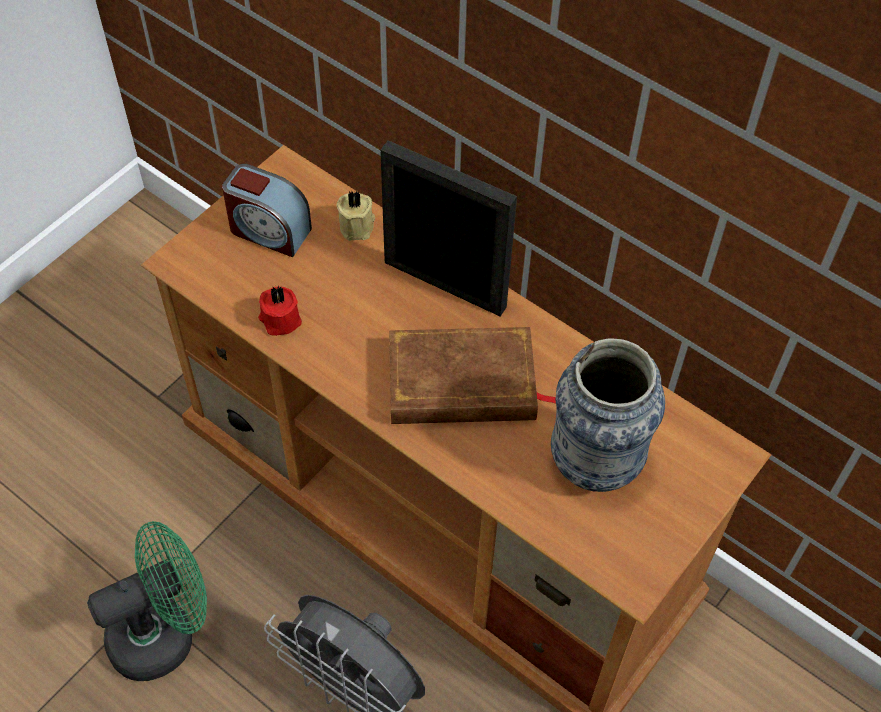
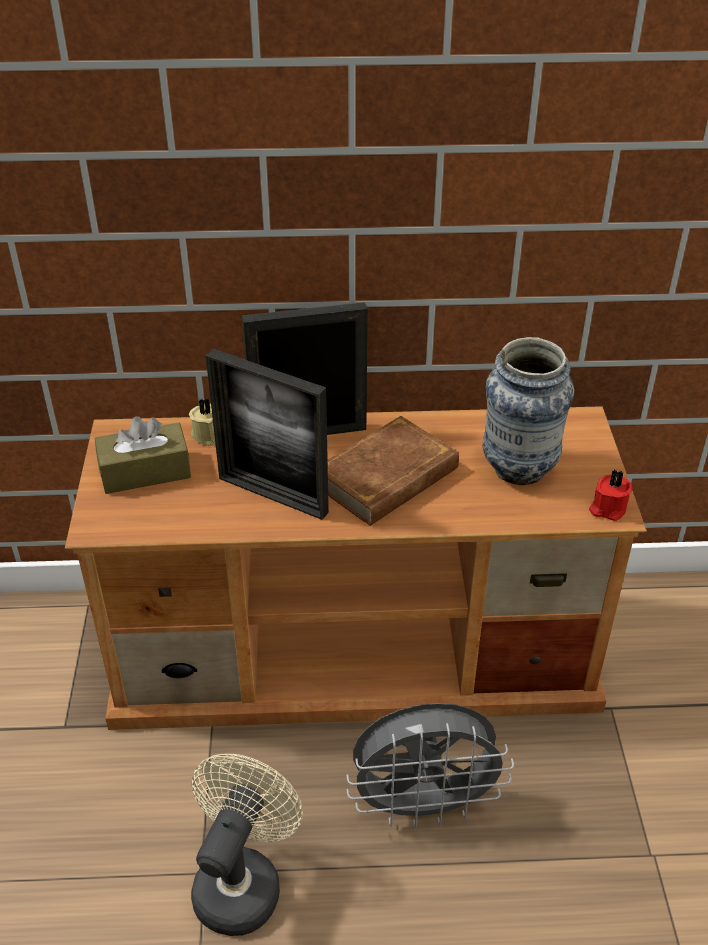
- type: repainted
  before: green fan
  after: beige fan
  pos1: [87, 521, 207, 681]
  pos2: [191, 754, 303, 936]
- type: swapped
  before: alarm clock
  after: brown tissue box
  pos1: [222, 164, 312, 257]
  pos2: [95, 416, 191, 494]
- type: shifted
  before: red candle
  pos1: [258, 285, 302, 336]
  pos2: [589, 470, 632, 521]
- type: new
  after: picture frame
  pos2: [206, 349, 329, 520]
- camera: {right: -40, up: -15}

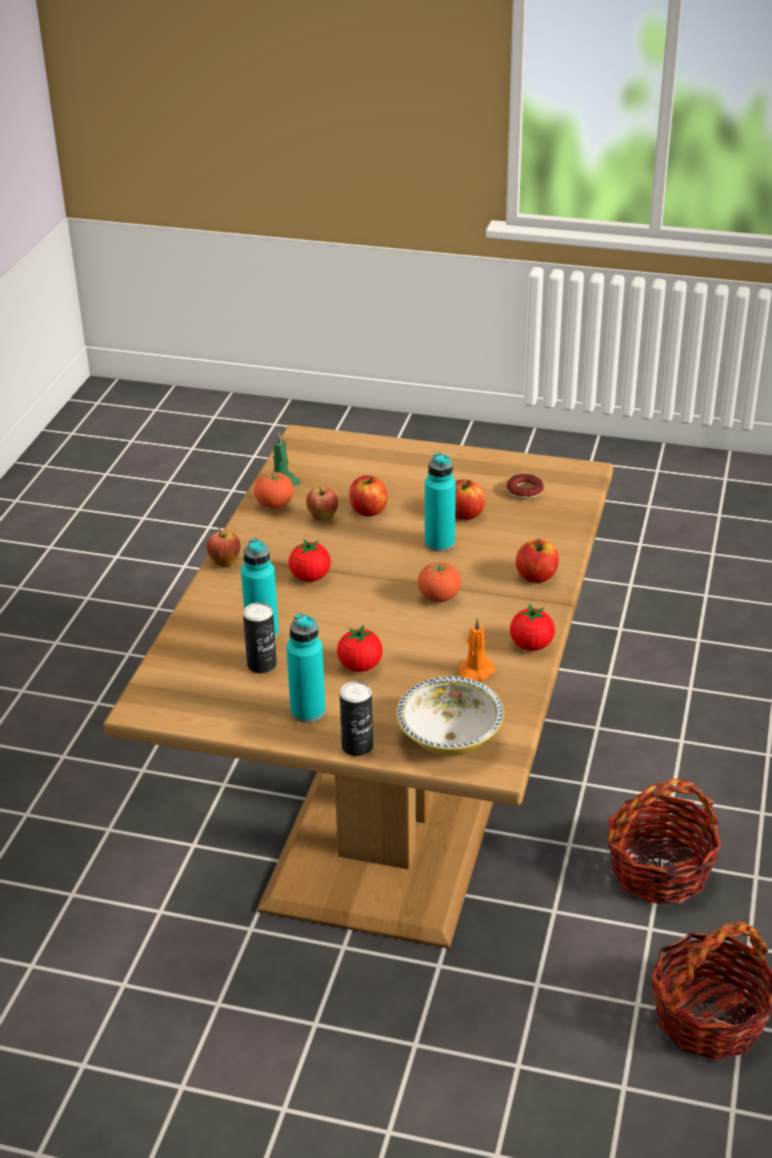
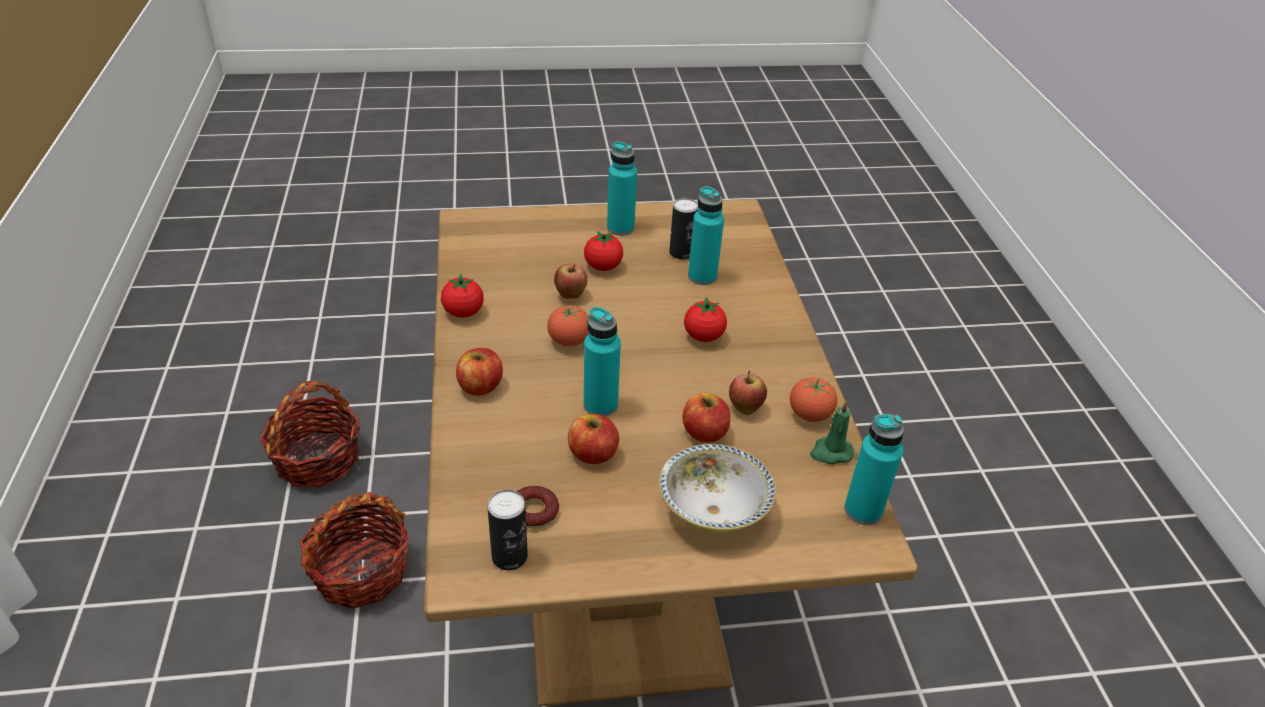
- type: shifted
  before: apple
  pos1: [207, 527, 240, 567]
  pos2: [554, 263, 587, 299]
- type: shifted
  before: can
  pos1: [340, 681, 373, 756]
  pos2: [487, 489, 528, 570]
- type: shifted
  before: bowl
  pos1: [396, 676, 504, 756]
  pos2: [659, 444, 776, 534]
- type: gone
  before: orange candle
  pos1: [458, 617, 496, 682]
- type: new
  after: turquoise bottle
  pos2: [844, 414, 904, 525]
- camera: {right: 155, up: 5}

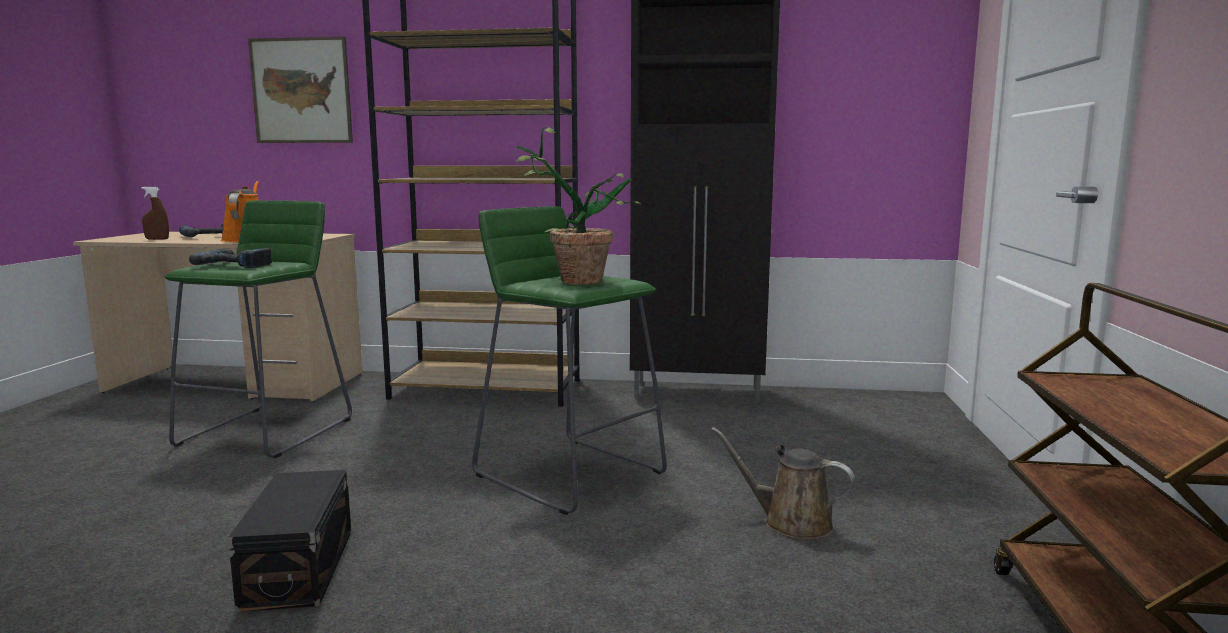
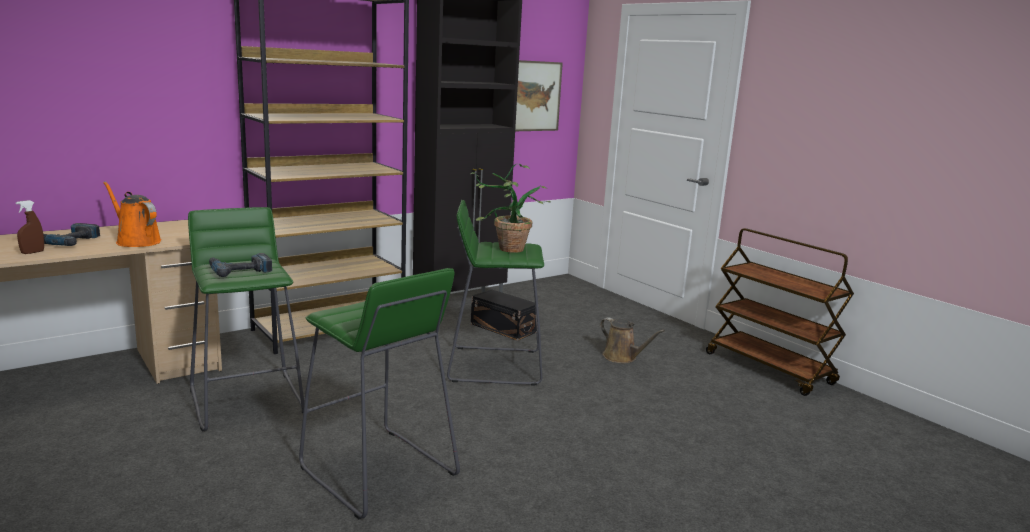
- type: shifted
  before: black storage box
  pos1: [228, 470, 351, 612]
  pos2: [471, 289, 539, 341]
- type: shifted
  before: picture
  pos1: [248, 37, 353, 143]
  pos2: [515, 60, 563, 131]
- type: rotated
  before: brown watering can
  pos1: [711, 427, 855, 540]
  pos2: [600, 317, 665, 363]
  turn: -120
- type: new
  after: green stool
  pos2: [299, 268, 460, 519]
- camera: {right: -45, up: 5}

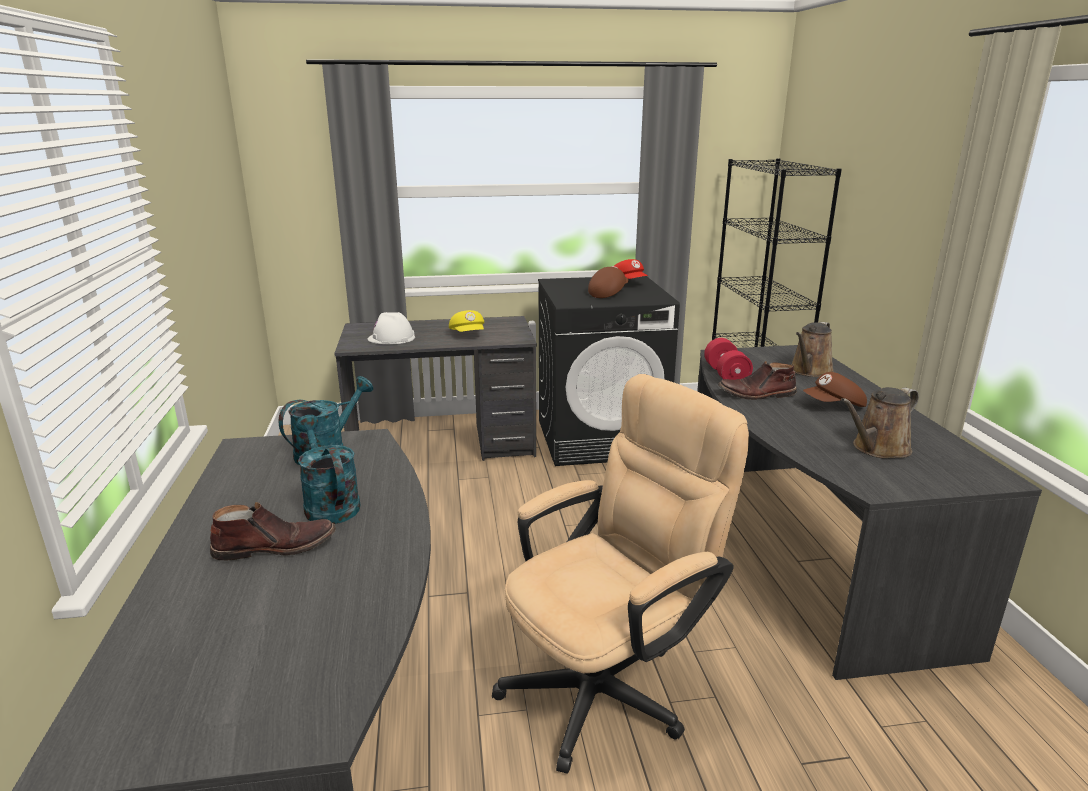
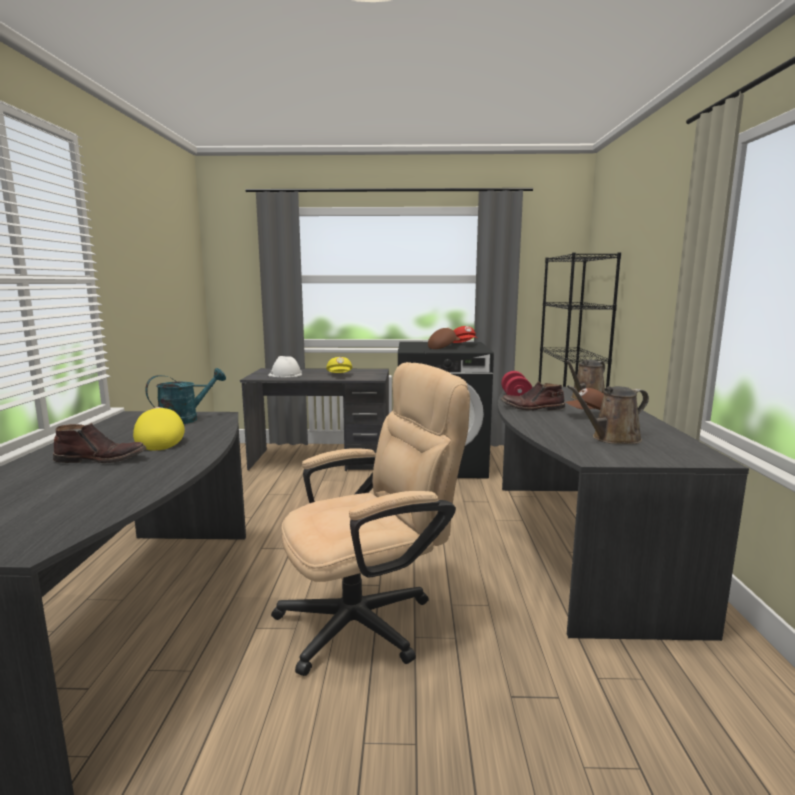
- type: swapped
  before: turquoise watering can
  after: yellow cap
  pos1: [295, 415, 360, 524]
  pos2: [133, 407, 185, 451]
- camera: {right: 10, up: -10}

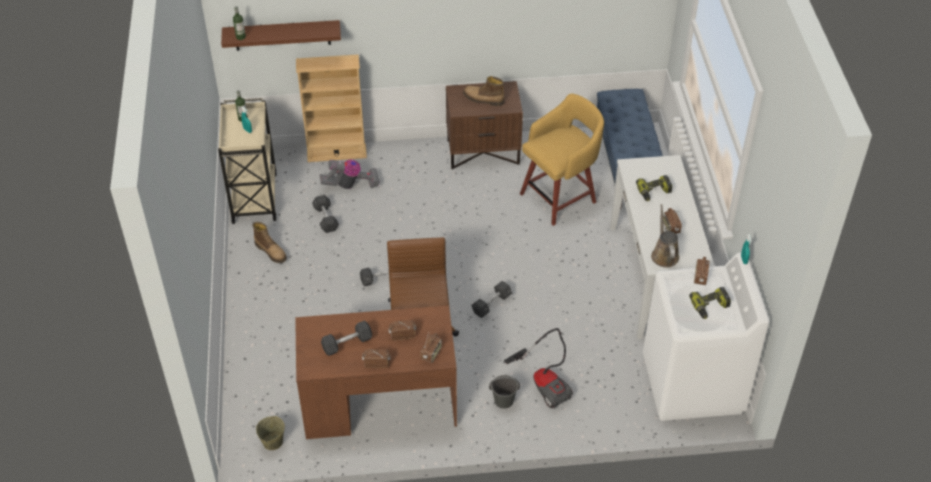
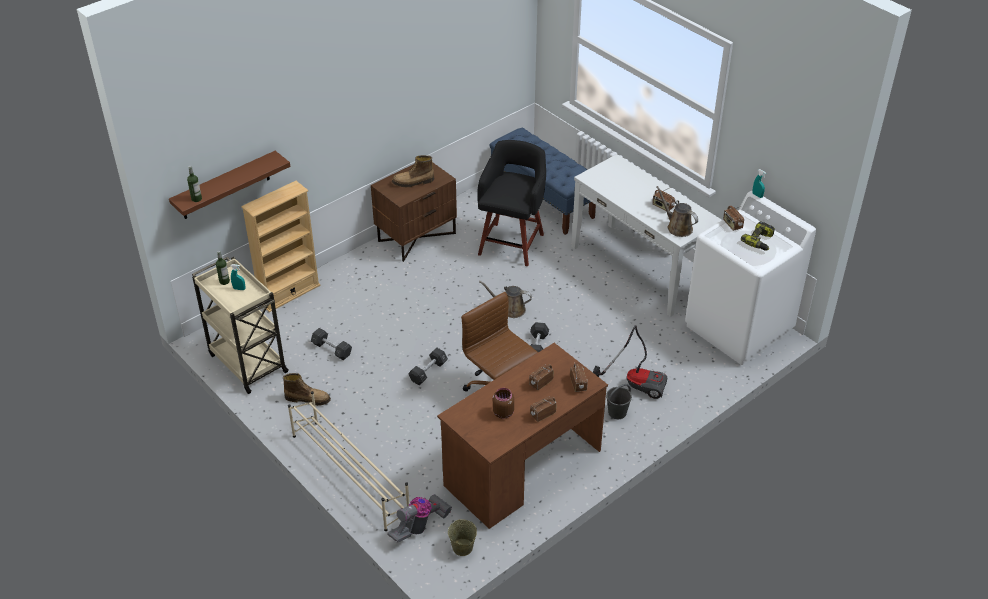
- type: shifted
  before: vacuum cleaner
  pos1: [319, 159, 380, 189]
  pos2: [387, 495, 452, 543]
- type: swapped
  before: grey dumbbell
  after: brown jar
  pos1: [321, 320, 372, 356]
  pos2: [493, 388, 514, 419]
- type: repainted
  before: yellow stool
  after: black stool
  pos1: [520, 94, 604, 226]
  pos2: [478, 140, 546, 266]
- type: gone
  before: power drill
  pos1: [636, 175, 672, 201]
- type: new
  after: beige shoe rack
  pos2: [288, 391, 409, 531]
- type: new
  after: brown watering can
  pos2: [479, 281, 532, 318]
- camera: {right: -35, up: -5}

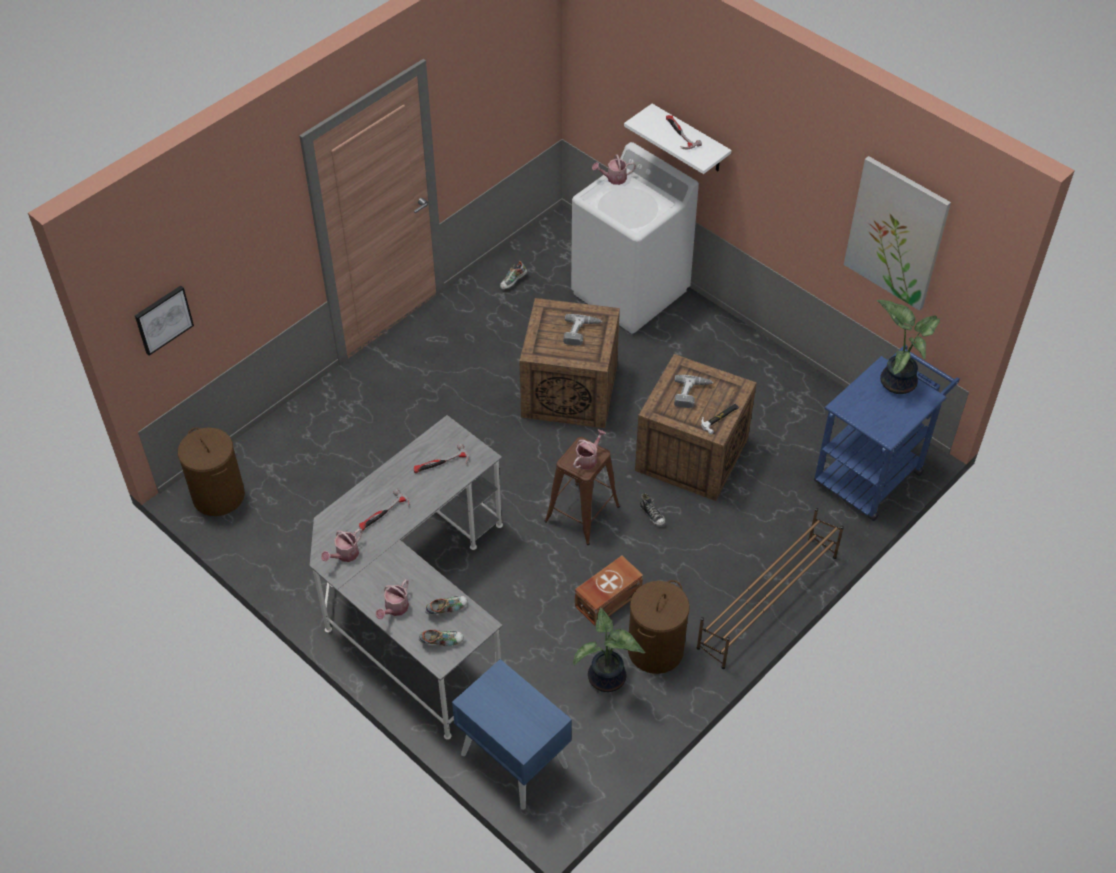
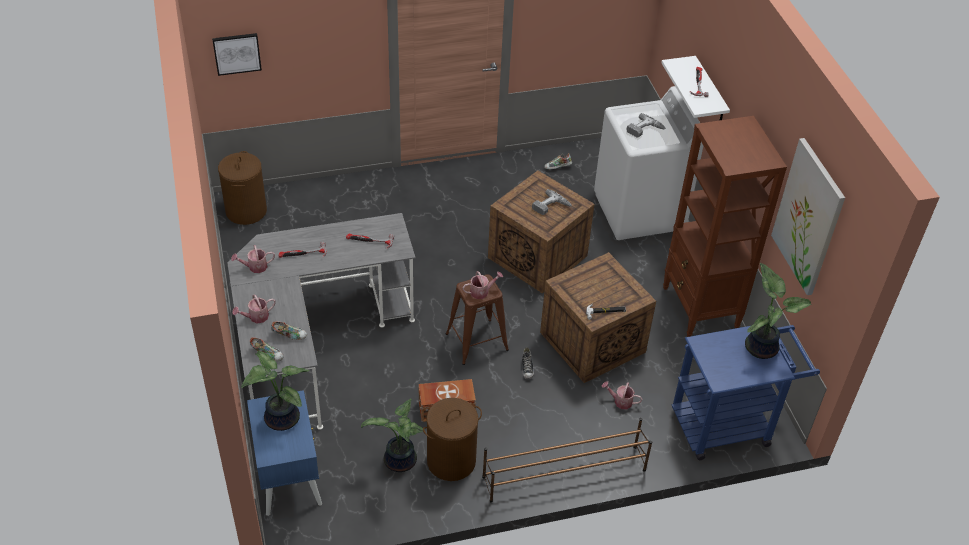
- type: shifted
  before: watering can
  pos1: [592, 154, 636, 185]
  pos2: [602, 381, 642, 409]
- type: shifted
  before: power drill
  pos1: [674, 375, 713, 408]
  pos2: [626, 113, 666, 138]
- type: new
  after: potted plant
  pos2: [241, 351, 310, 431]
- type: new
  after: brown bookcase
  pos2: [663, 116, 787, 337]
- camera: {right: 30, up: -5}

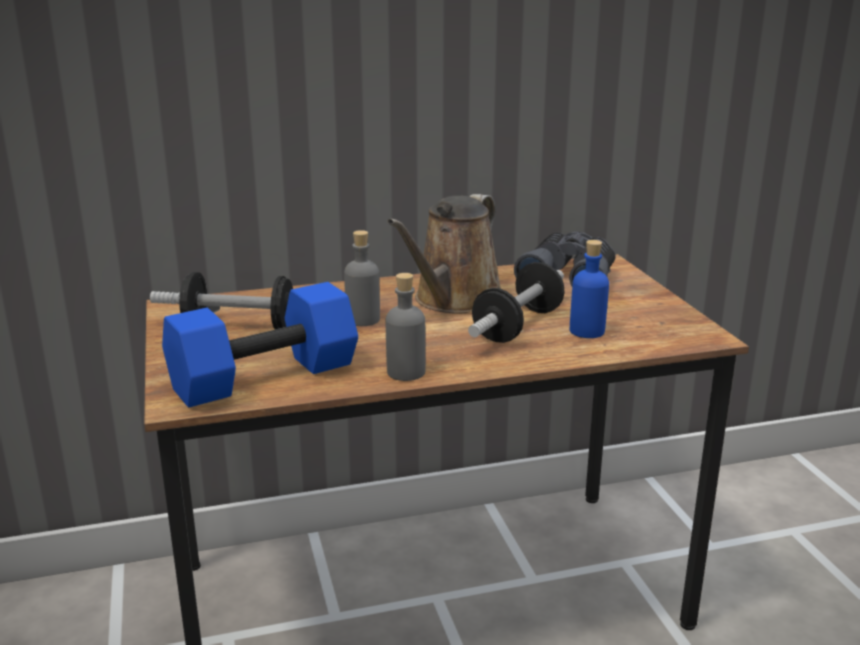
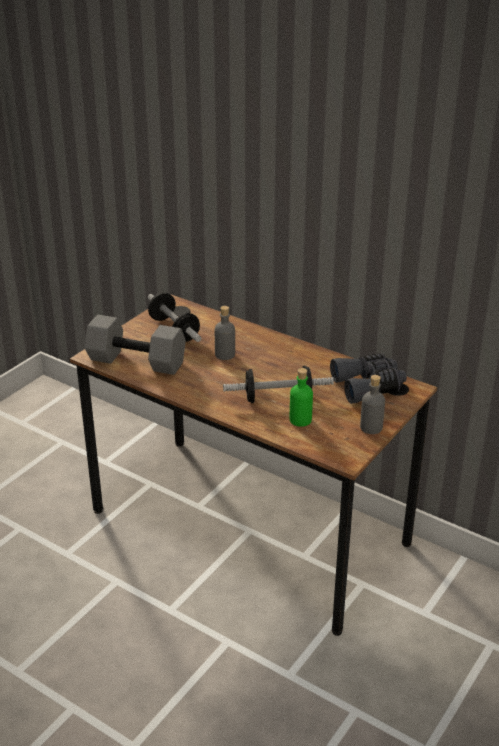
- type: repainted
  before: blue dumbbell
  after: grey dumbbell
  pos1: [162, 282, 358, 407]
  pos2: [85, 314, 186, 375]
- type: shifted
  before: grey bottle
  pos1: [386, 273, 426, 381]
  pos2: [360, 375, 385, 434]
- type: gone
  before: brown watering can
  pos1: [387, 194, 501, 313]
- type: repainted
  before: blue bottle
  after: green bottle
  pos1: [570, 240, 609, 338]
  pos2: [290, 368, 313, 427]
- camera: {right: 50, up: 10}

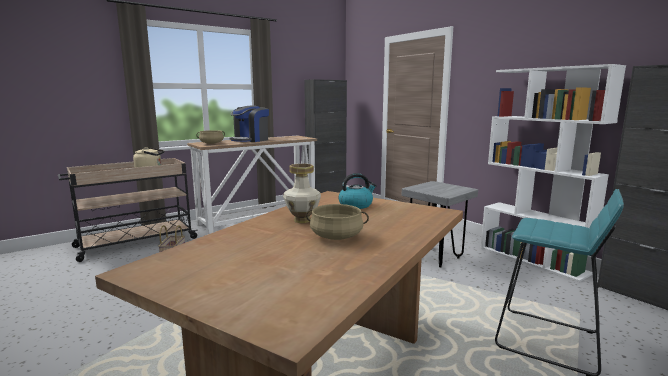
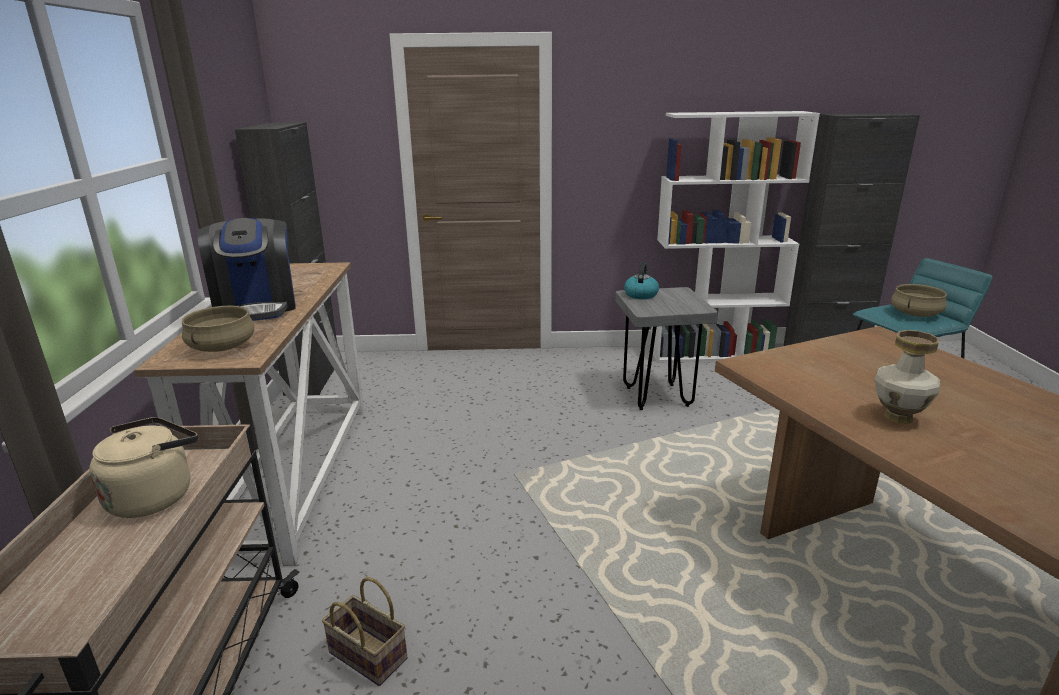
- type: shifted
  before: beige cooking pot
  pos1: [306, 204, 369, 240]
  pos2: [891, 284, 947, 317]
- type: shifted
  before: kettle
  pos1: [339, 173, 377, 209]
  pos2: [624, 263, 659, 299]
- camera: {right: -55, up: 10}

